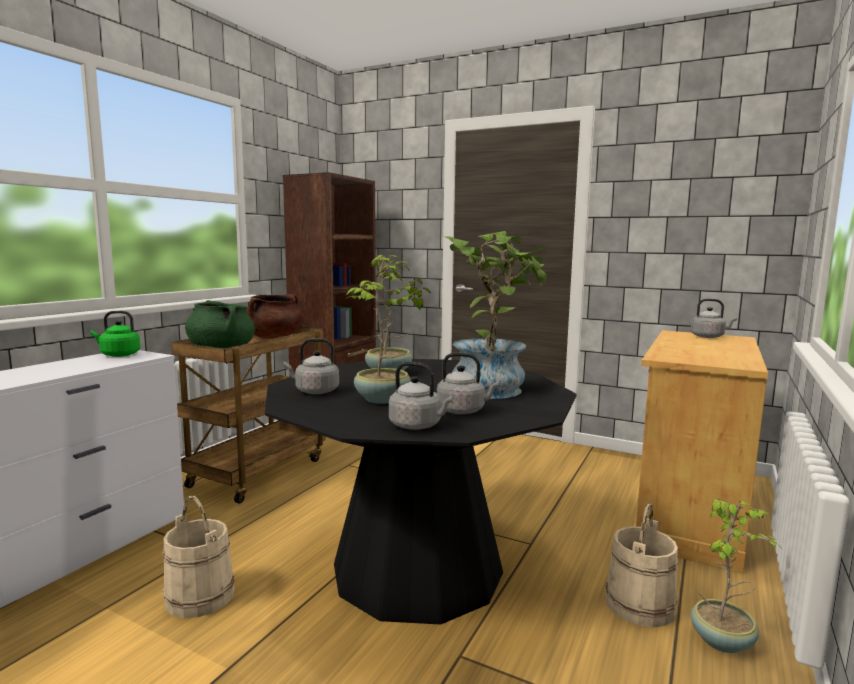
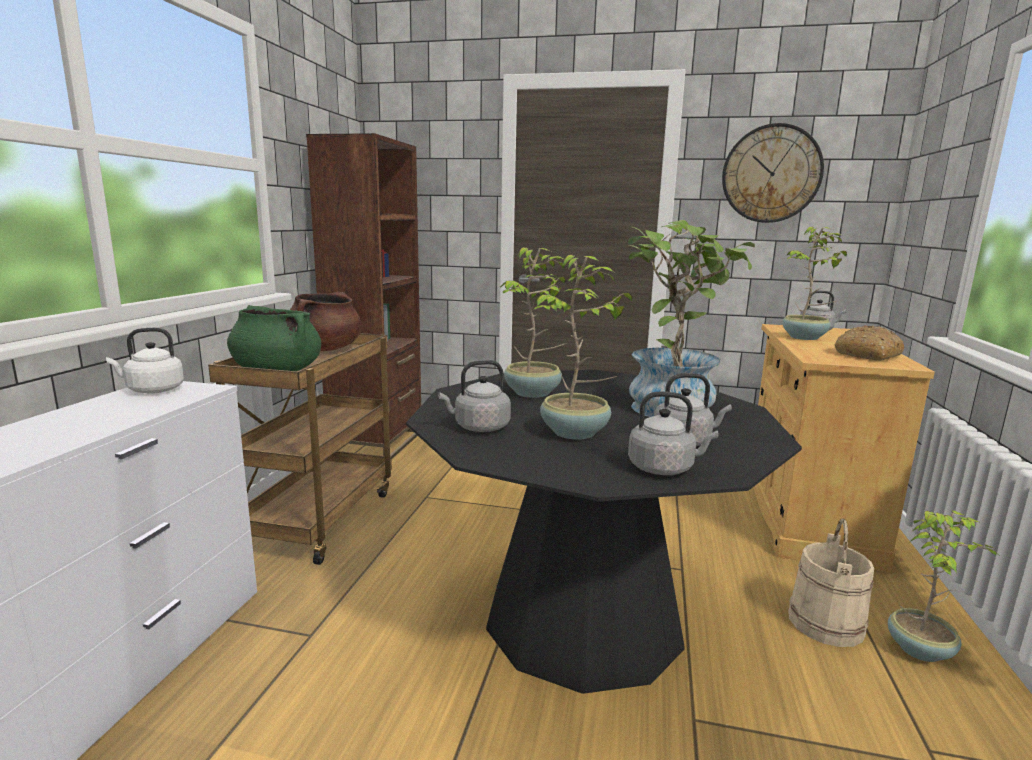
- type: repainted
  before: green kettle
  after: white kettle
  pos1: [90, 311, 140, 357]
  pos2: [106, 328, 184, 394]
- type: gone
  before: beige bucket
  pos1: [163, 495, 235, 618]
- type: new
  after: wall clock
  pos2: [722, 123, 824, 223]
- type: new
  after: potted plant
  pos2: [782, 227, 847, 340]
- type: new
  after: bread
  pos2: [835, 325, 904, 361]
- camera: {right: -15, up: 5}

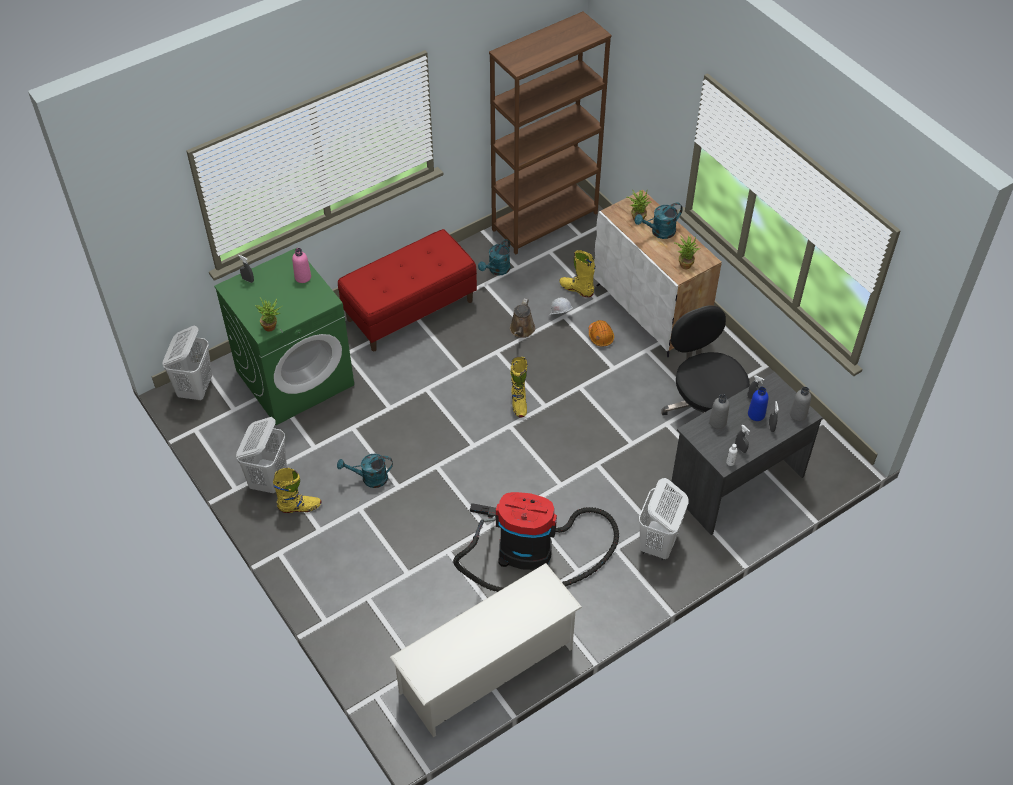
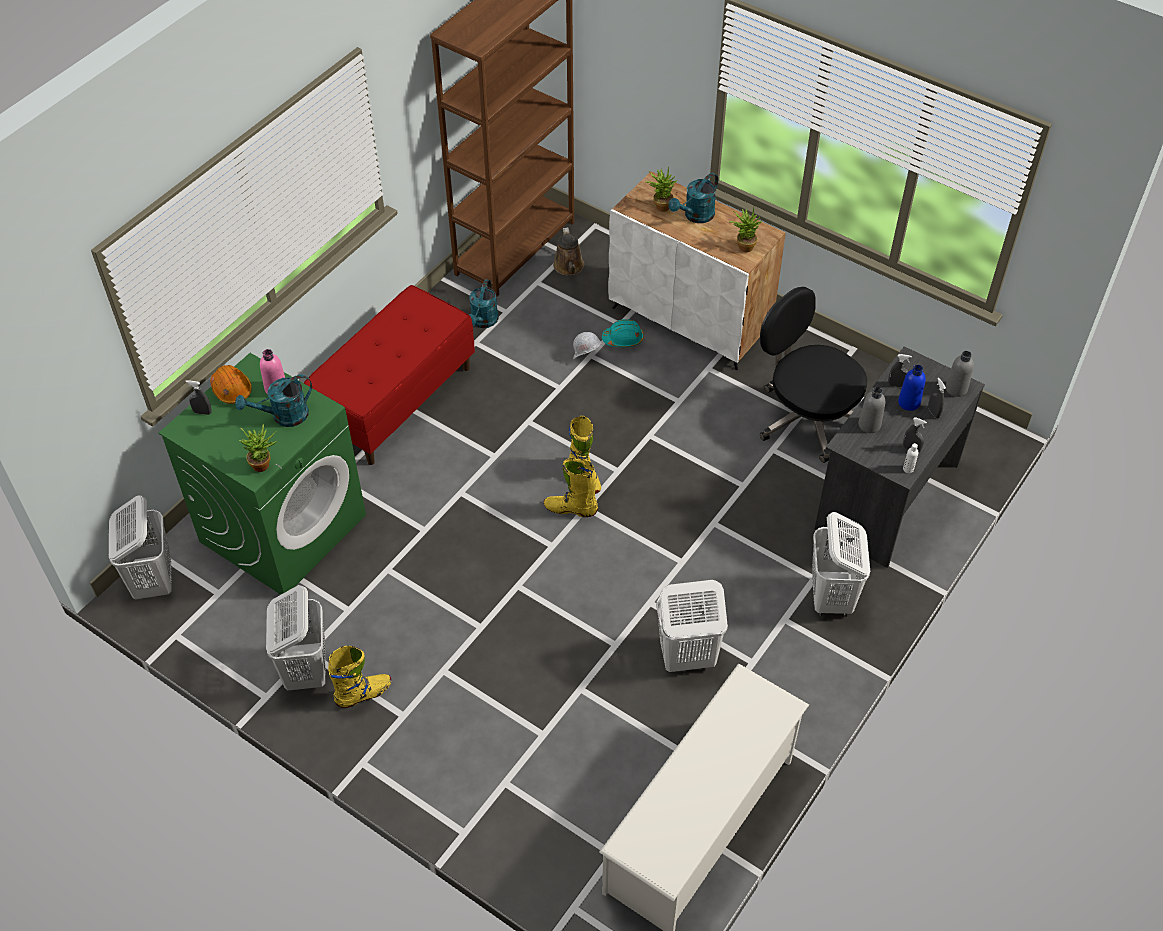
- type: shifted
  before: turquoise watering can
  pos1: [337, 454, 393, 488]
  pos2: [235, 375, 312, 427]
- type: swapped
  before: vacuum cleaner
  after: white laundry basket
  pos1: [453, 492, 619, 592]
  pos2: [656, 580, 728, 672]
- type: shifted
  before: brown watering can
  pos1: [510, 298, 535, 338]
  pos2: [553, 227, 584, 276]
- type: shifted
  before: yellow boot
  pos1: [560, 250, 596, 297]
  pos2: [544, 458, 598, 517]
- type: shifted
  before: orange hard hat
  pos1: [589, 320, 614, 347]
  pos2: [210, 365, 252, 404]
- type: new
  after: turquoise hard hat
  pos2: [602, 319, 644, 347]
- camera: {right: -20, up: 0}

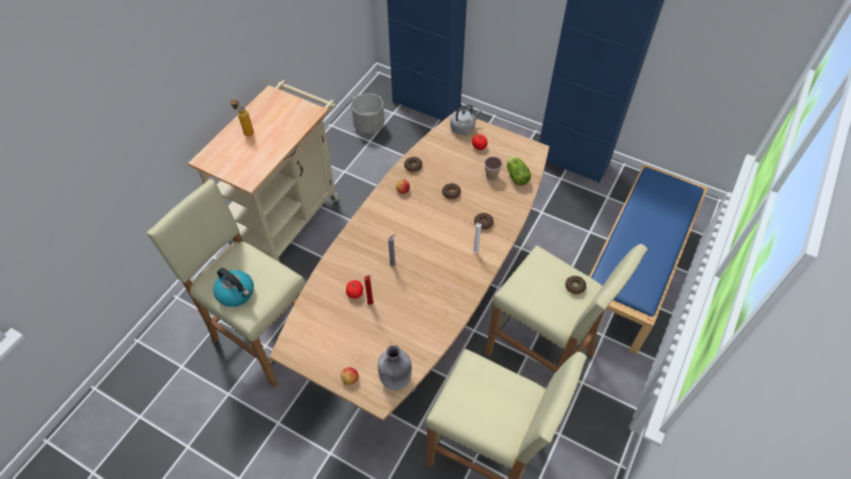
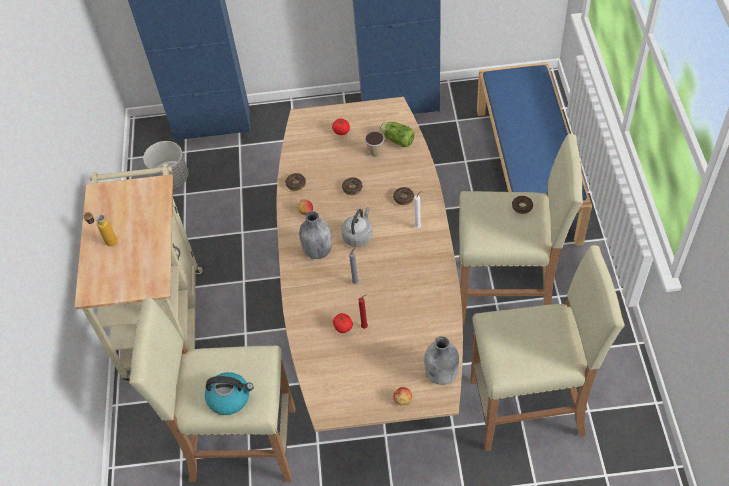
- type: shifted
  before: grey kettle
  pos1: [450, 104, 481, 135]
  pos2: [341, 207, 373, 247]
- type: new
  after: grey bottle
  pos2: [299, 211, 332, 259]
- camera: {right: -30, up: 0}

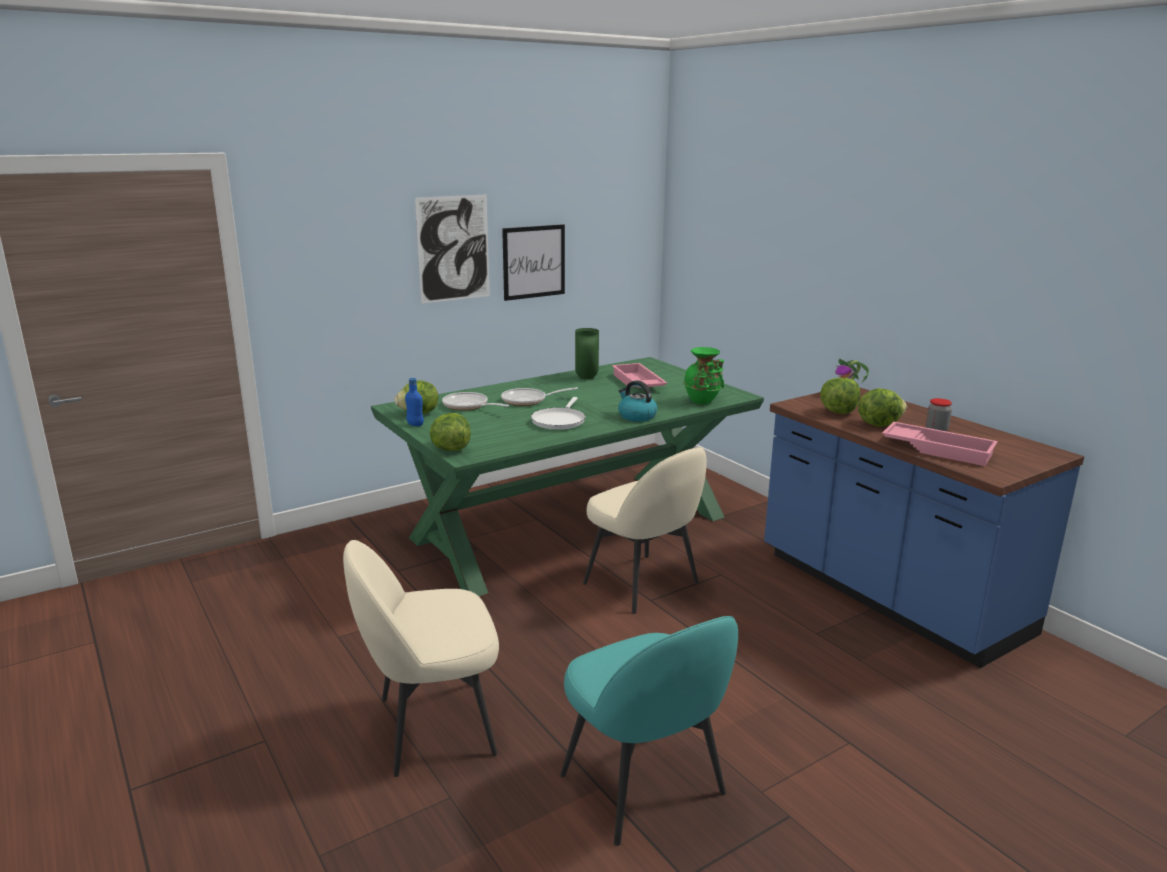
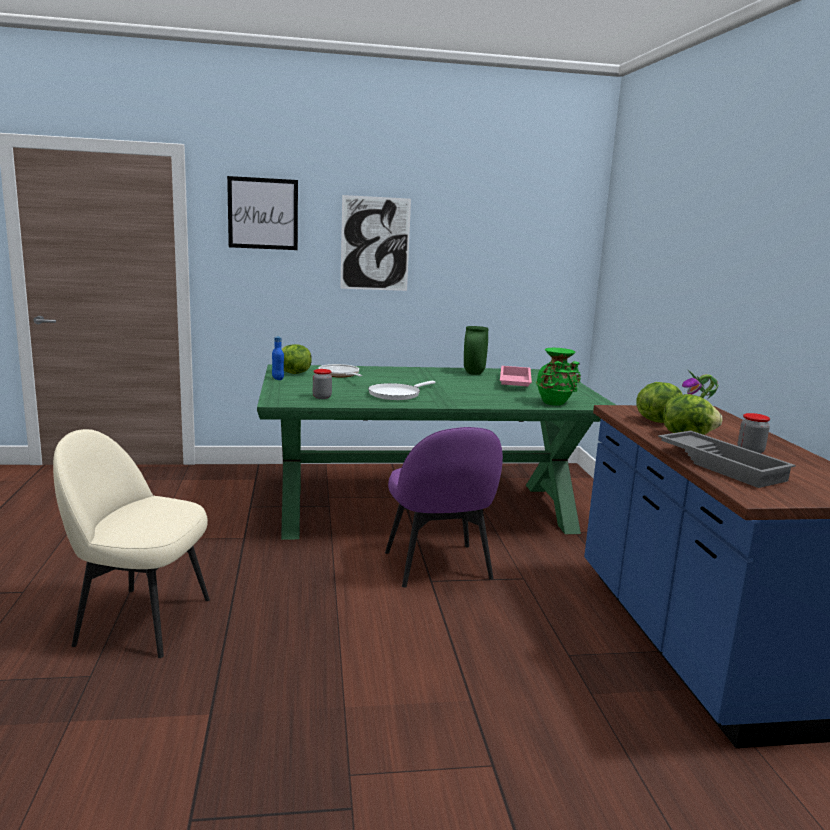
- type: gone
  before: lettuce
  pos1: [430, 413, 471, 451]
- type: gone
  before: frying pan
  pos1: [501, 387, 578, 406]
- type: shifted
  before: picture
  pos1: [502, 224, 565, 301]
  pos2: [227, 176, 298, 250]
- type: gone
  before: turquoise chair
  pos1: [560, 616, 738, 846]
- type: repainted
  before: beige chair
  after: purple chair
  pos1: [583, 447, 707, 614]
  pos2: [385, 427, 503, 588]
- type: gone
  before: kettle
  pos1: [618, 380, 657, 422]
- type: repainted
  before: pink tray
  after: grey tray
  pos1: [882, 422, 998, 466]
  pos2: [658, 430, 796, 488]
- type: new
  after: jar
  pos2: [313, 369, 332, 399]
- camera: {right: 25, up: -5}

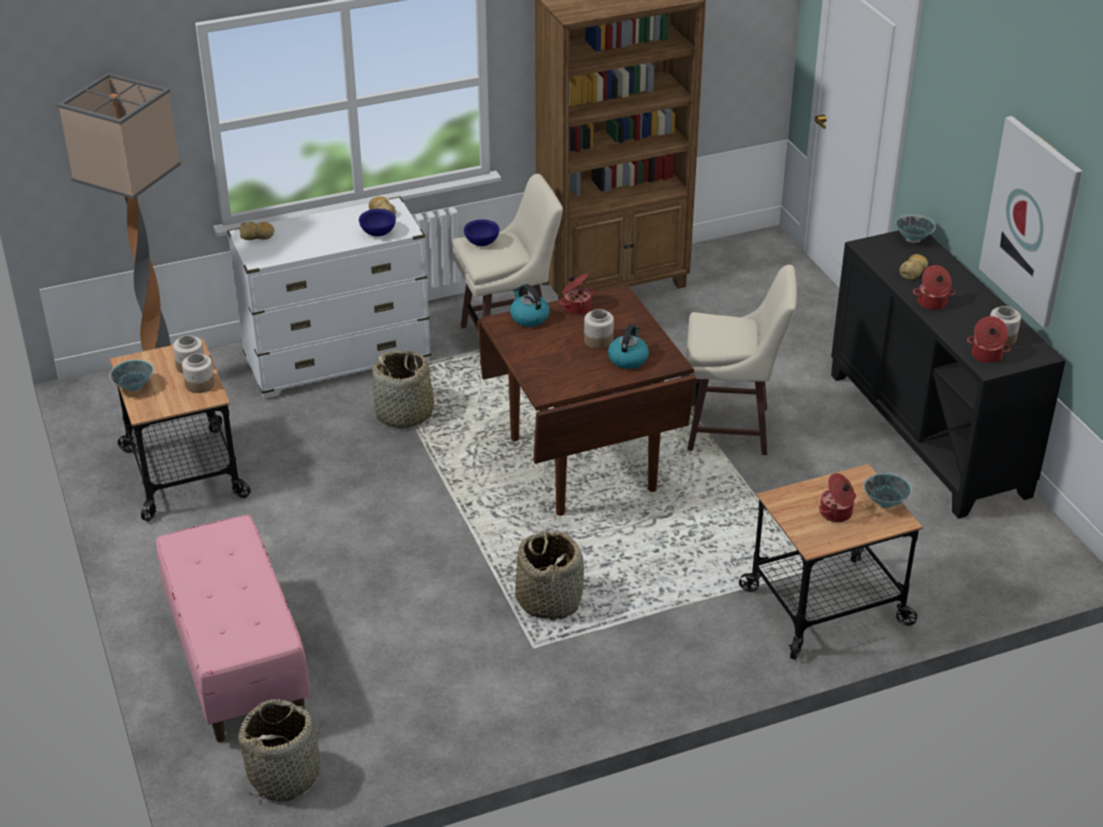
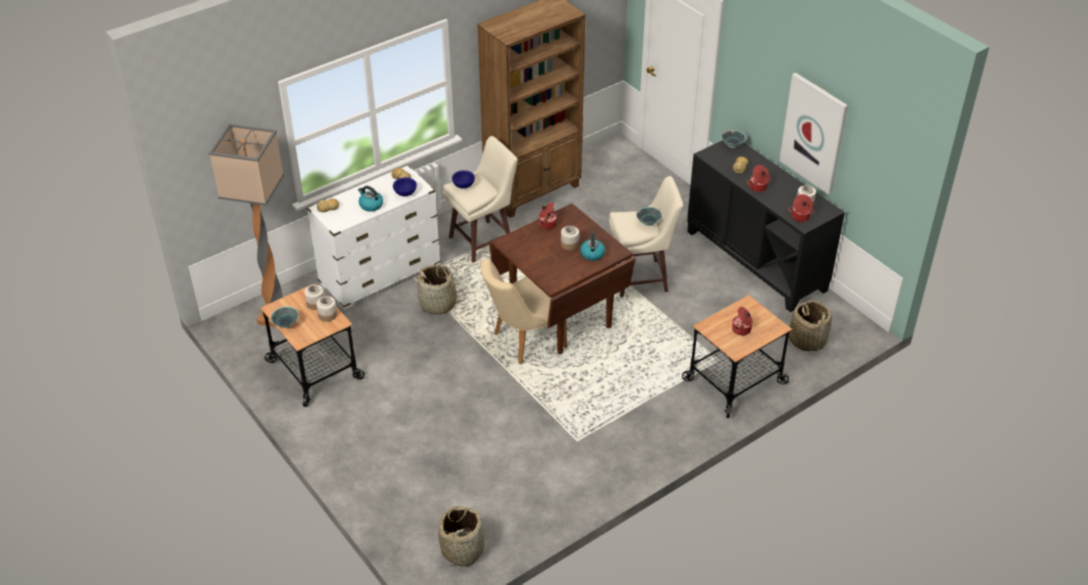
- type: gone
  before: pink bench
  pos1: [156, 514, 310, 742]
- type: shifted
  before: kettle
  pos1: [510, 284, 550, 327]
  pos2: [358, 186, 383, 211]
- type: shifted
  before: basket
  pos1: [515, 531, 584, 621]
  pos2: [789, 300, 832, 351]
- type: shifted
  before: bowl
  pos1: [863, 473, 912, 508]
  pos2: [636, 207, 662, 226]
- type: new
  after: beige chair
  pos2: [480, 259, 567, 364]
- camera: {right: -15, up: 5}

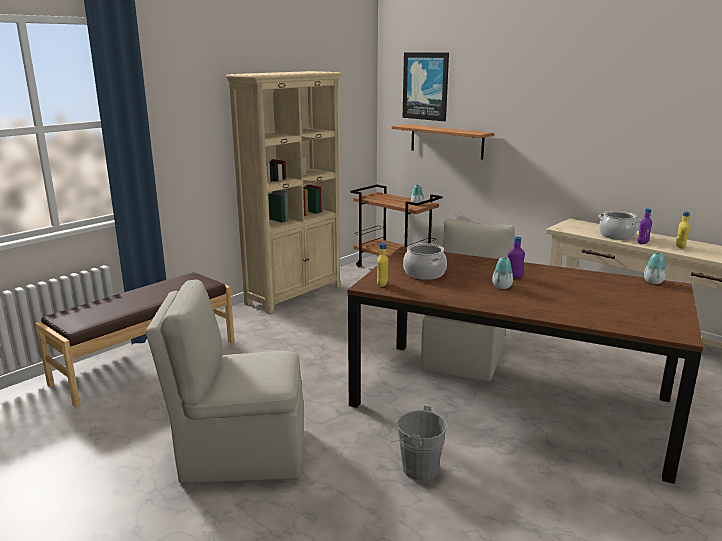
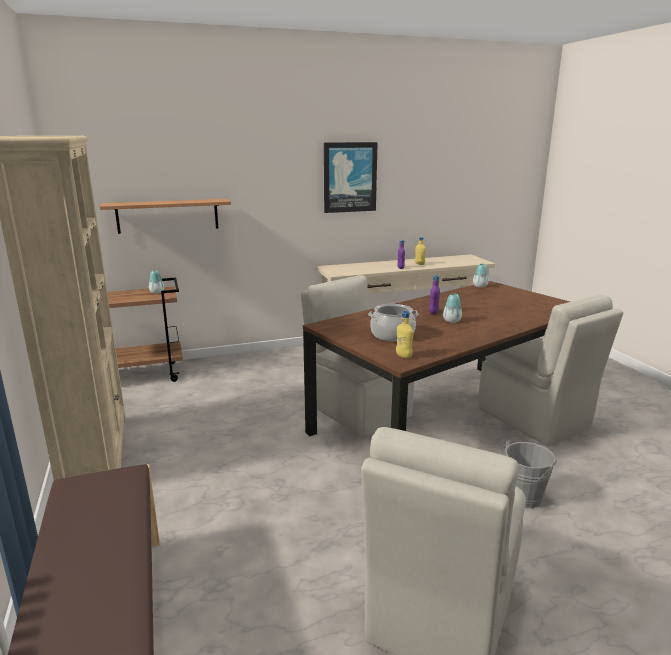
- type: shifted
  before: picture
  pos1: [403, 52, 449, 121]
  pos2: [324, 142, 378, 213]
- type: gone
  before: cooking pot
  pos1: [598, 211, 641, 240]
- type: new
  after: beige chair
  pos2: [478, 295, 623, 447]
- camera: {right: -60, up: 0}

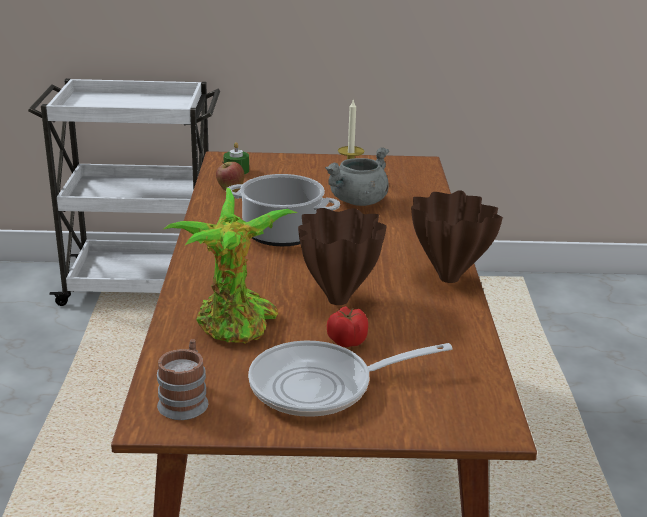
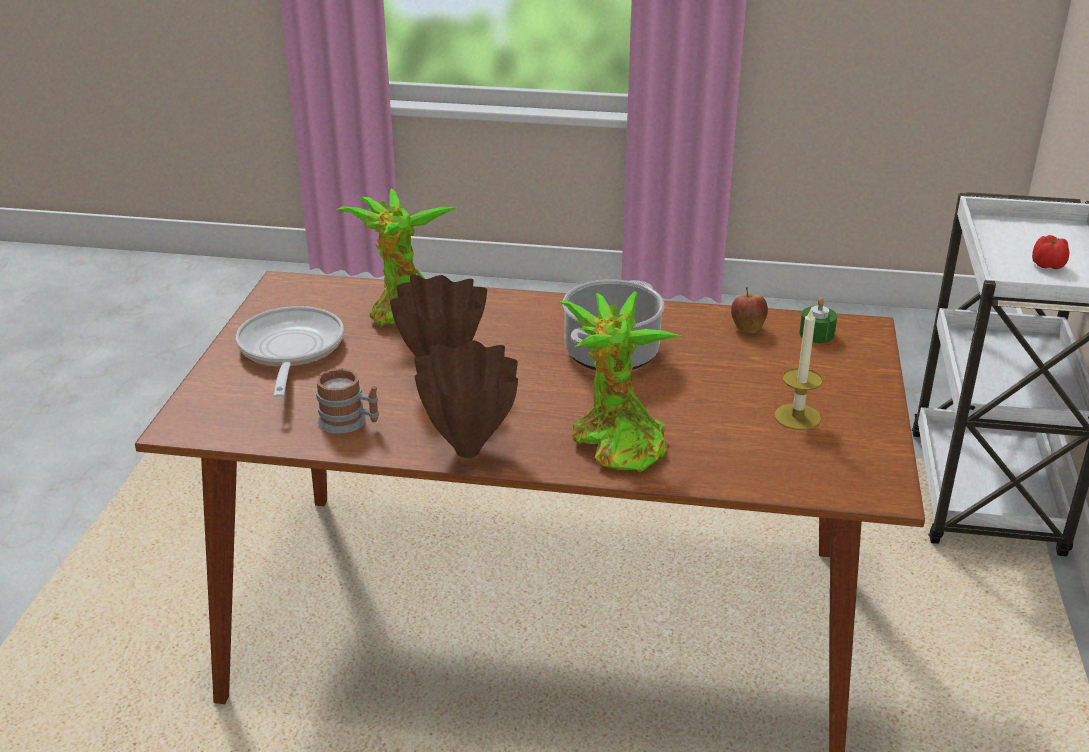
- type: shifted
  before: mug
  pos1: [157, 339, 208, 420]
  pos2: [316, 368, 379, 434]
- type: gone
  before: grey cooking pot
  pos1: [325, 147, 389, 206]
- type: shifted
  before: tomato
  pos1: [327, 306, 368, 347]
  pos2: [1032, 235, 1070, 269]
- type: new
  after: potted plant
  pos2: [560, 291, 681, 472]
- camera: {right: 100, up: 5}

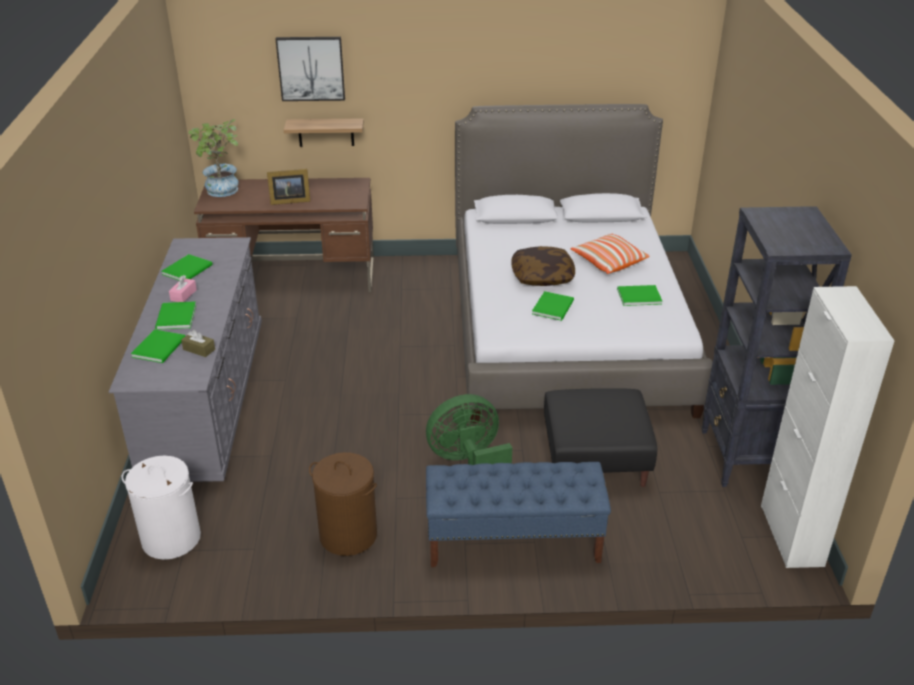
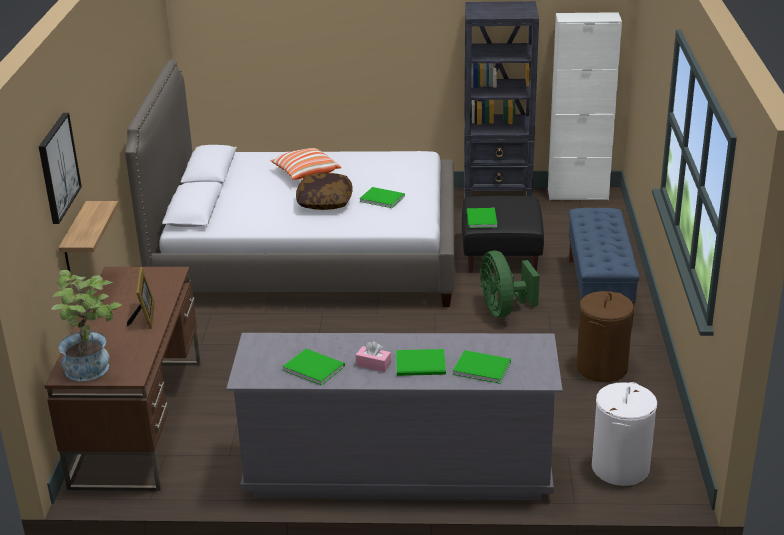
- type: gone
  before: brown tissue box
  pos1: [181, 330, 215, 357]
- type: shifted
  before: green book
  pos1: [617, 285, 662, 306]
  pos2: [467, 208, 497, 228]
- camera: {right: -85, up: -5}

